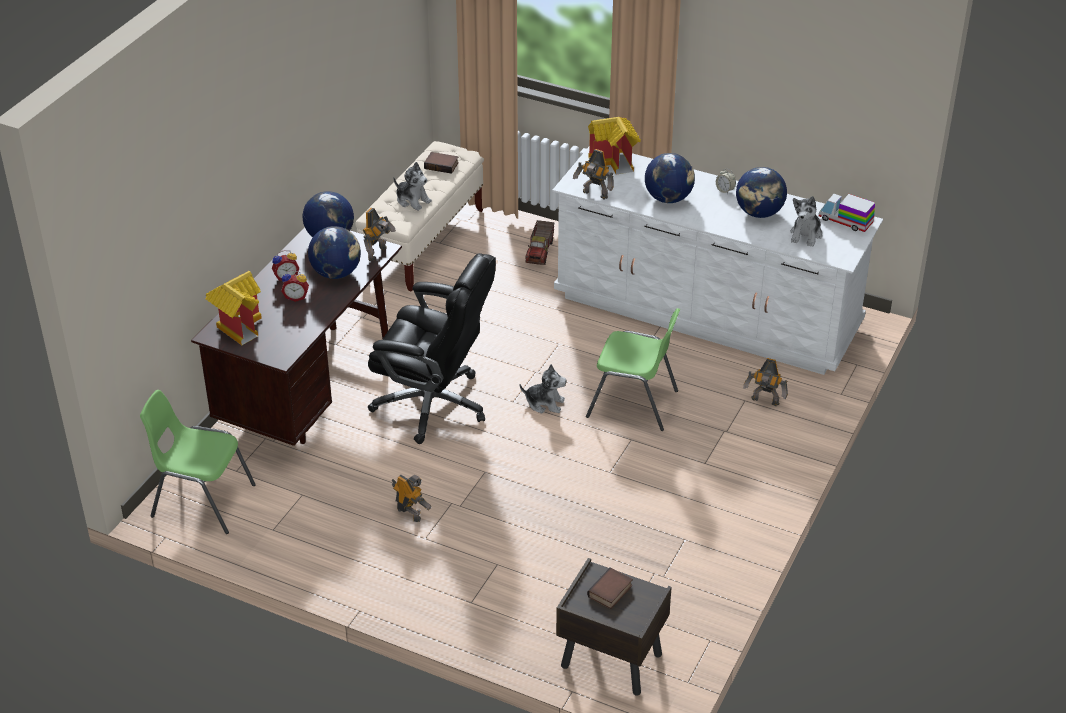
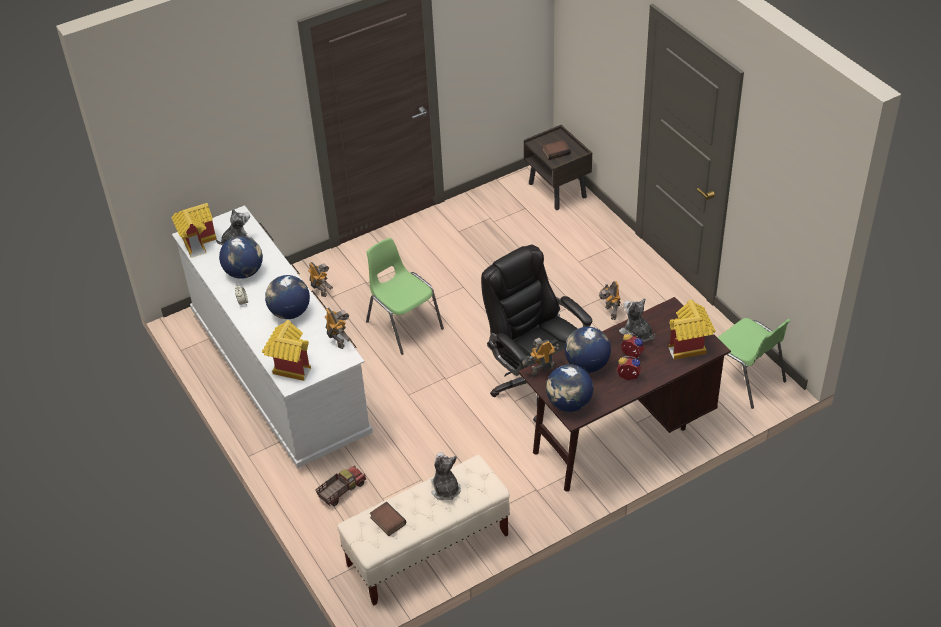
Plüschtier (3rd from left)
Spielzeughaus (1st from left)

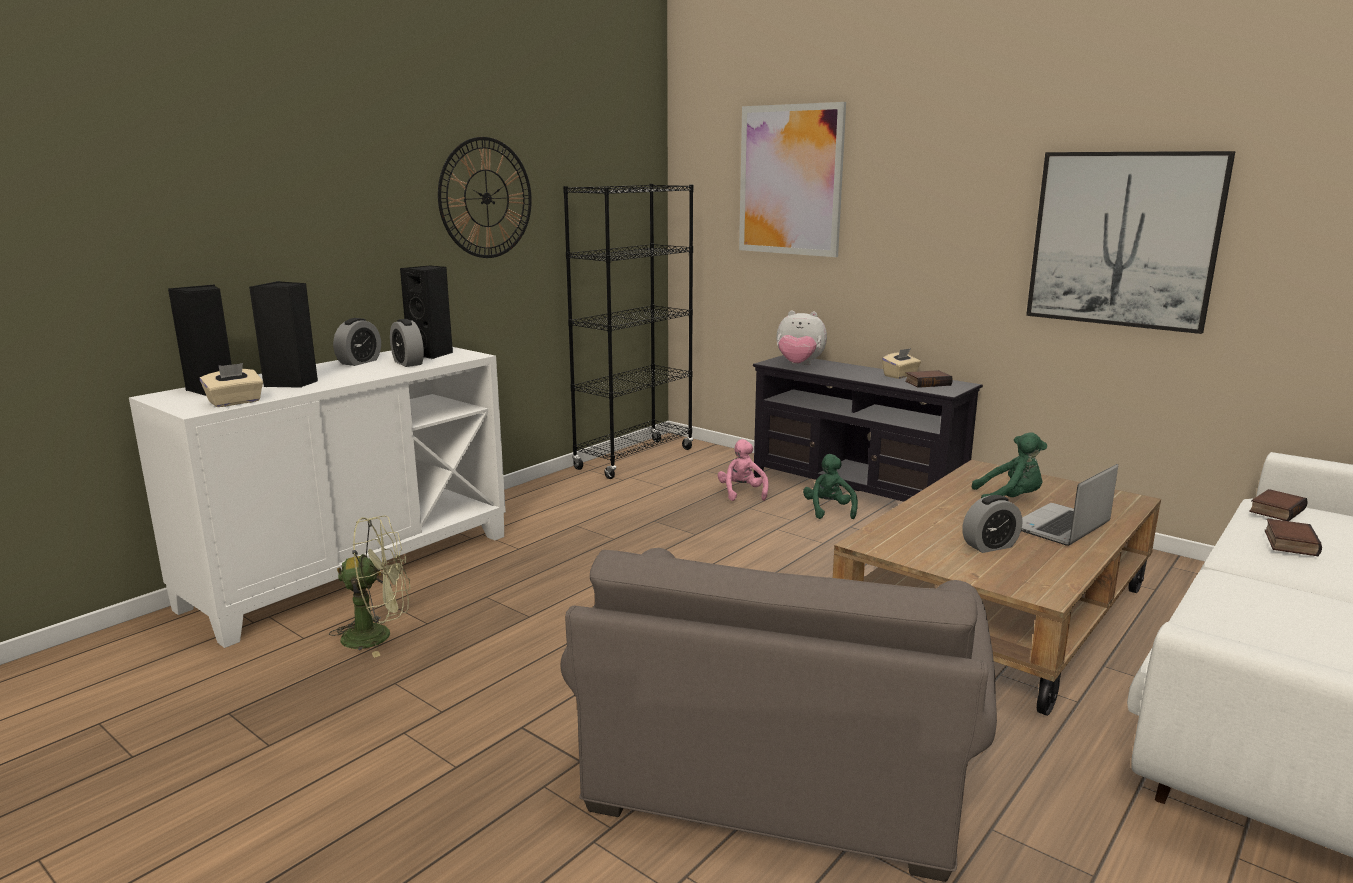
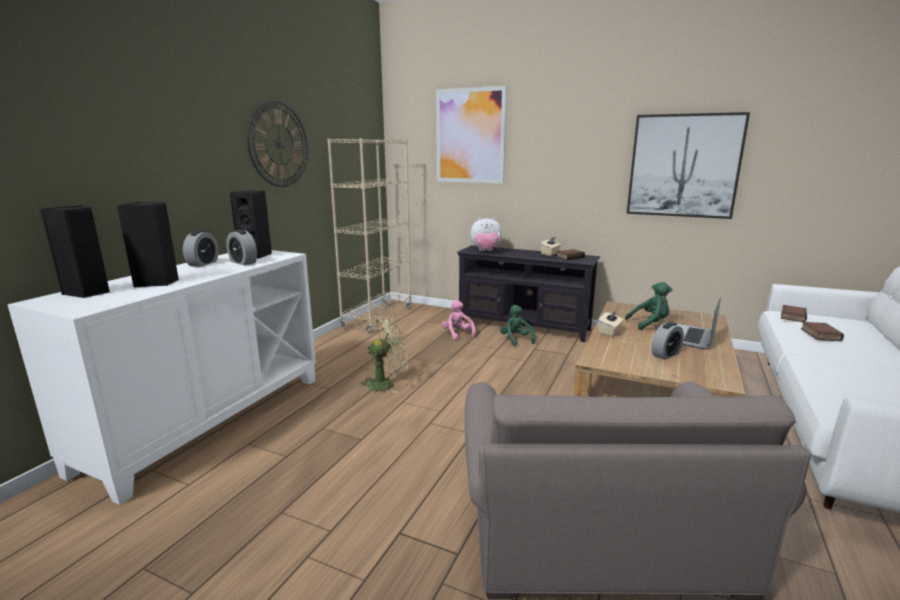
Taschentuchbox (beige) (2nd from left)
Ventilator (grün)
Bücherregal (beige)

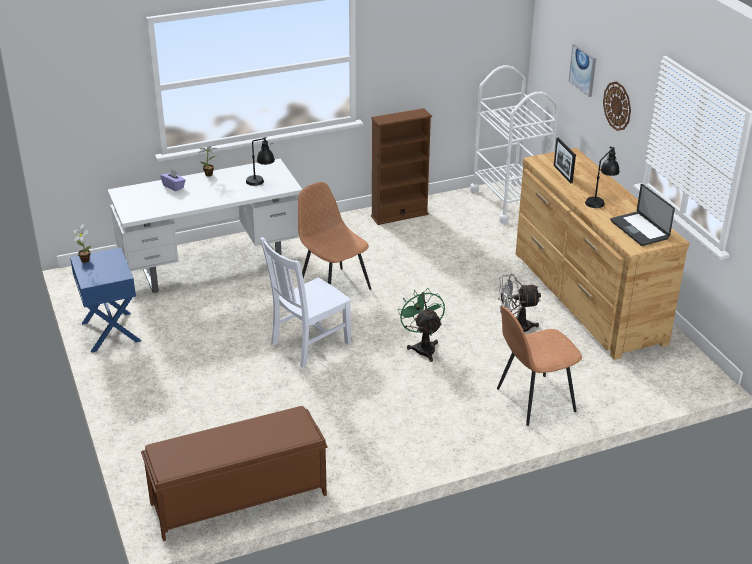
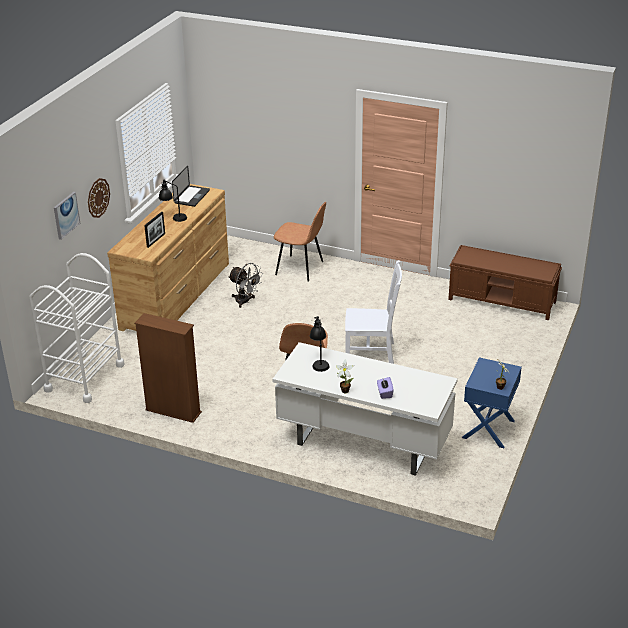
Ventilator (grün)

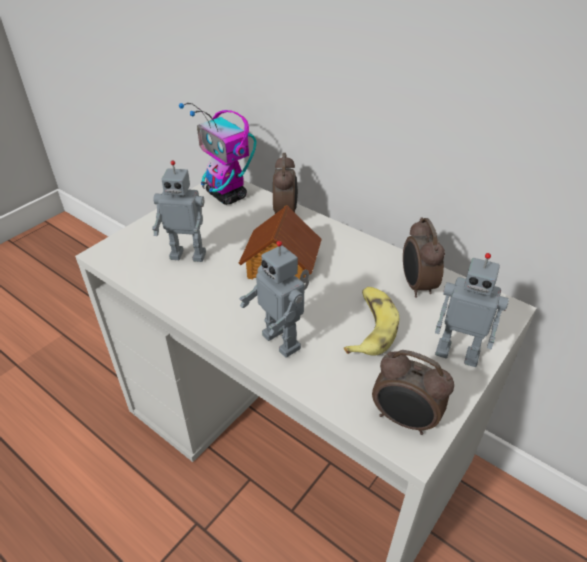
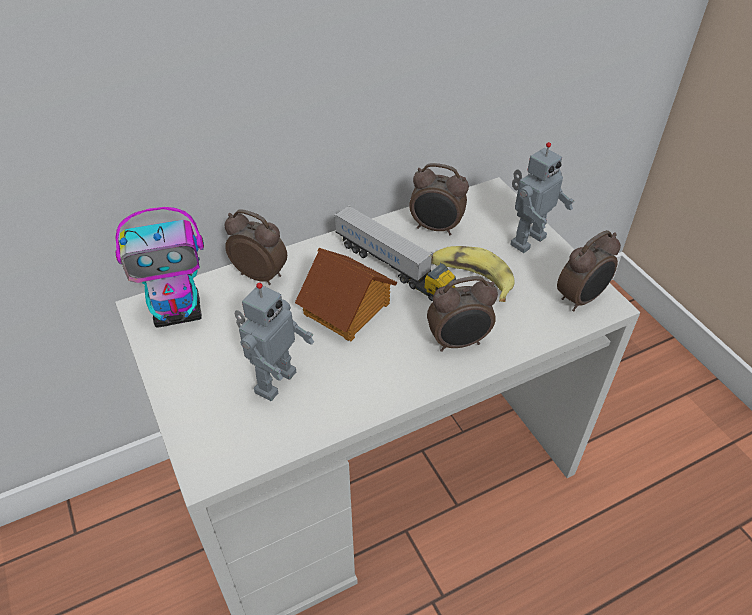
Spielzeuglaster
Wecker (3rd from left)

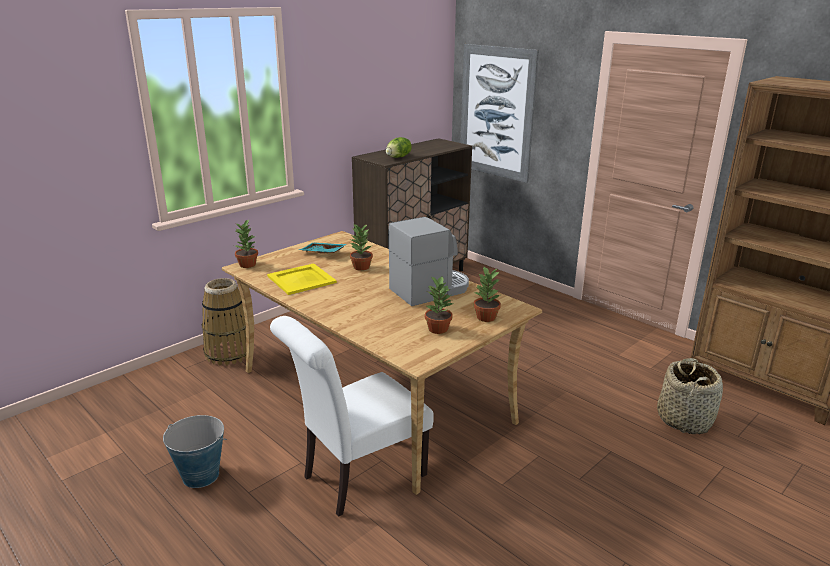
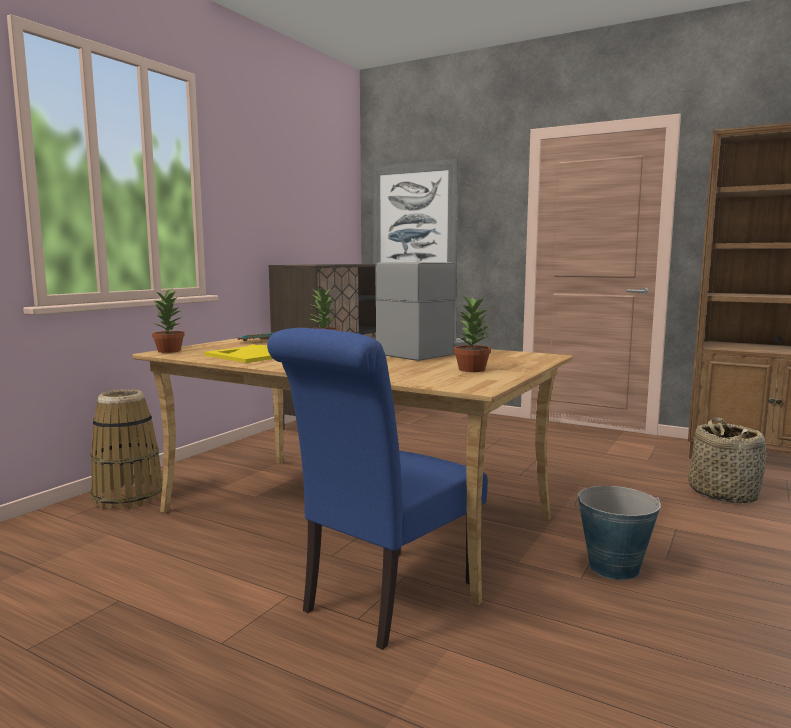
Salatkopf
Topfpflanze (4th from left in the first image)
Eimer
Stuhl (blau)

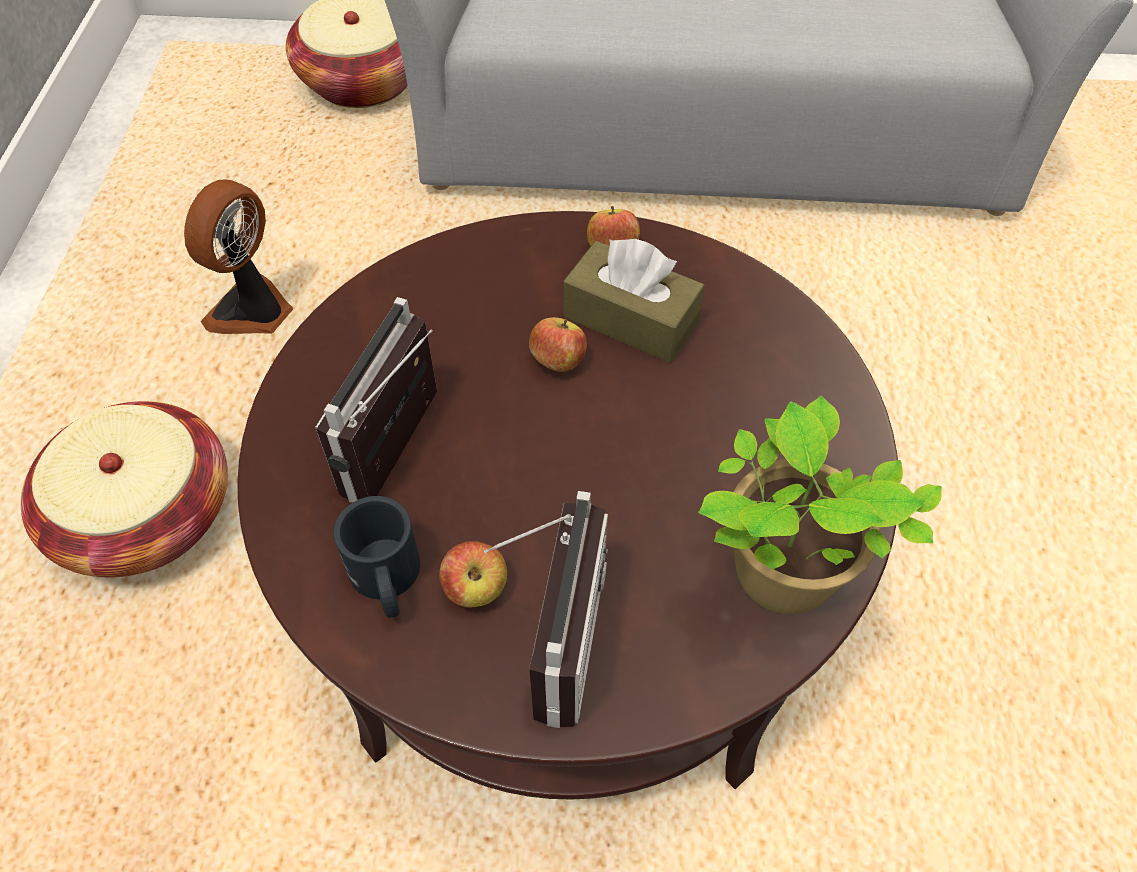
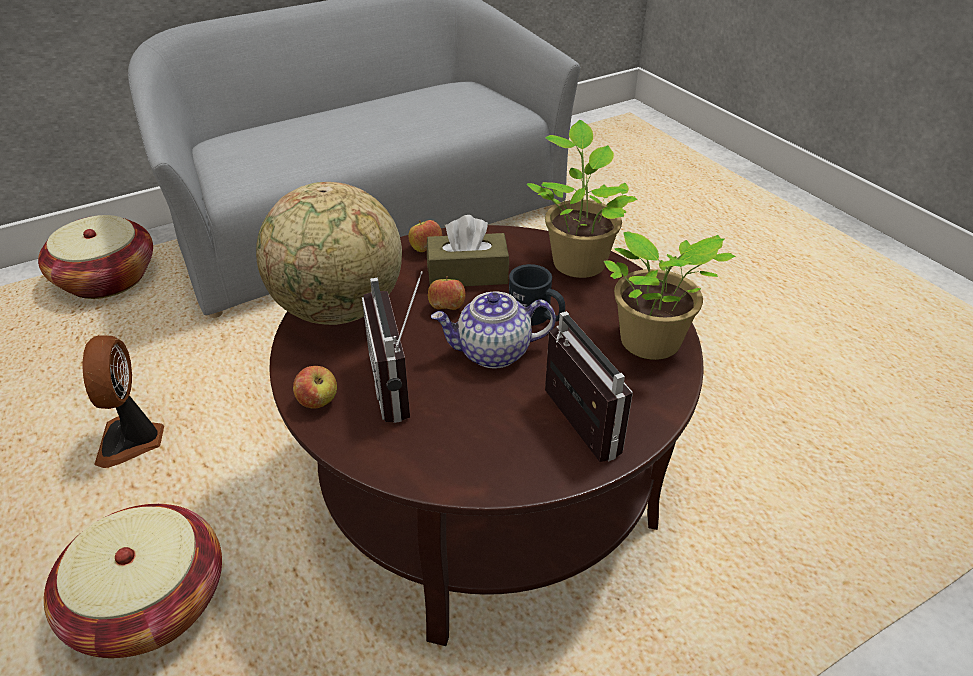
Globus
Teekanne
Topfpflanze (1st from left)
Henkelbecher (schwarz)
Apfel (1st from left)

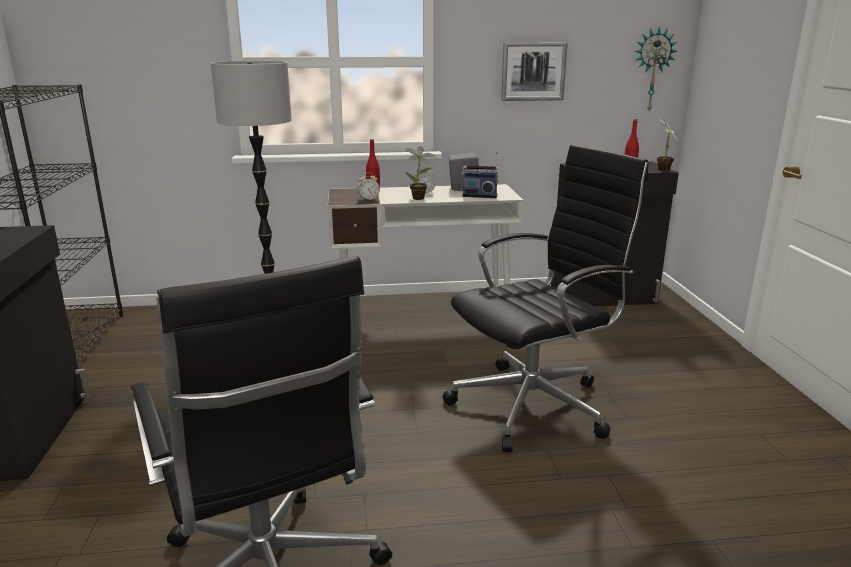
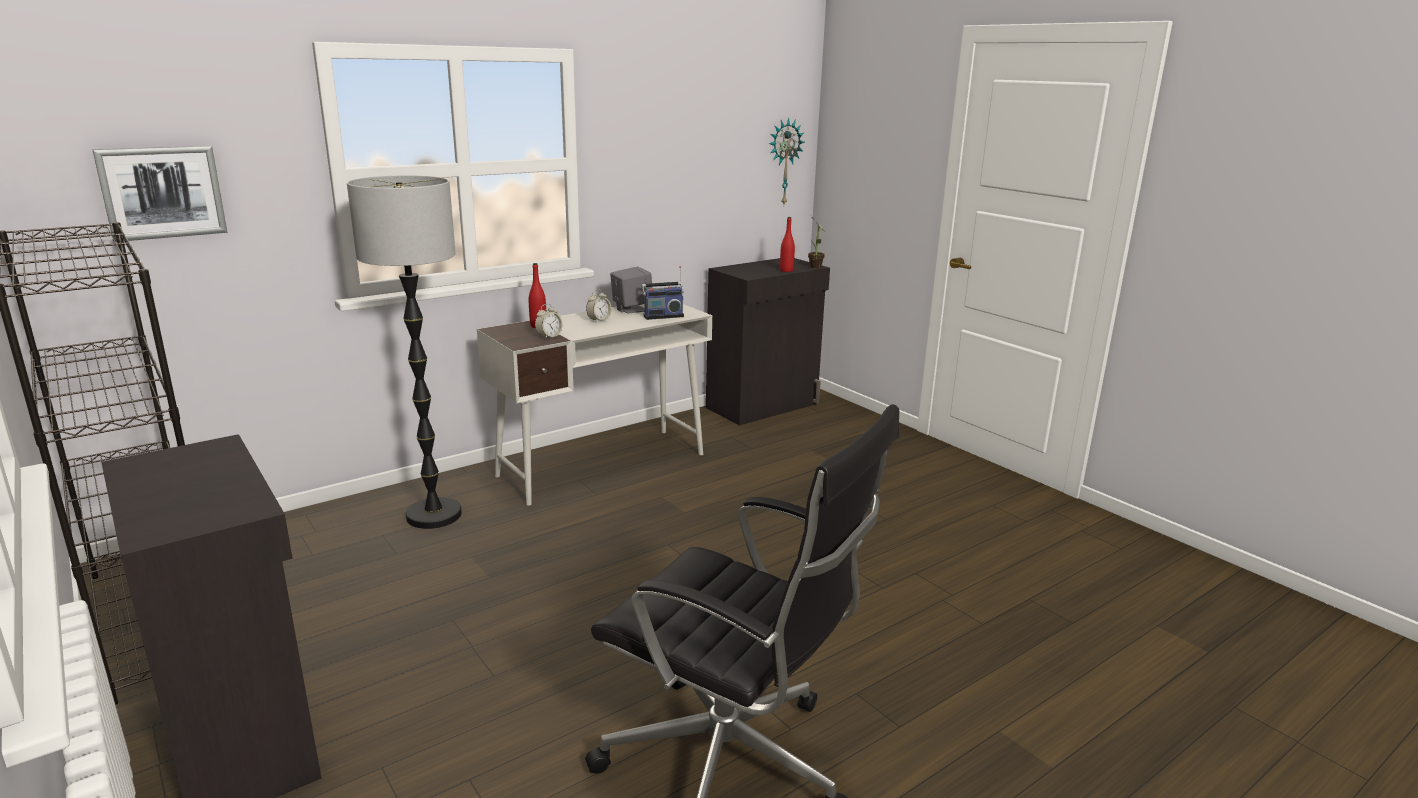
Topfpflanze (1st from left in the first image)
Bürostuhl (schwarz) (2nd from left in the first image)
Bild

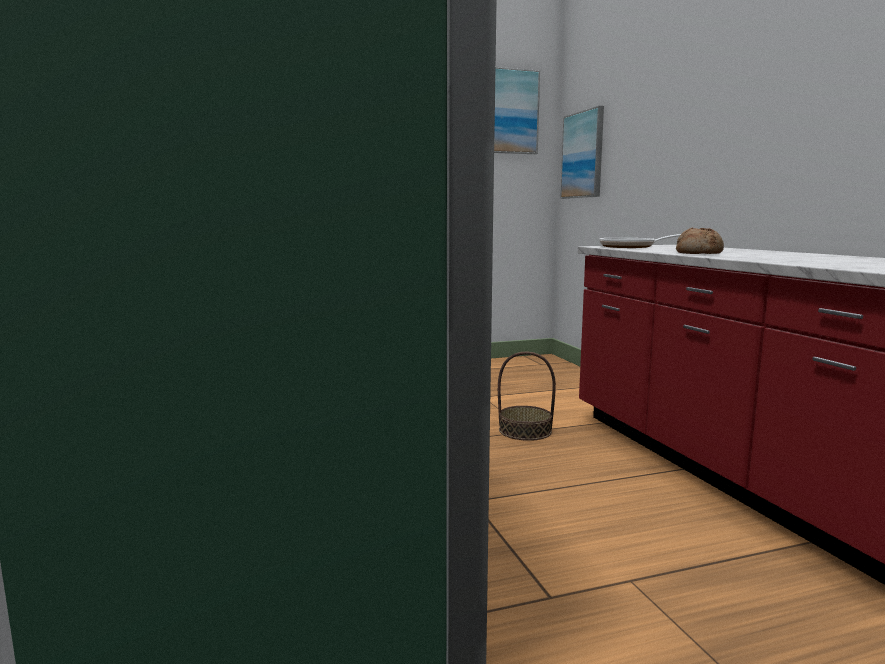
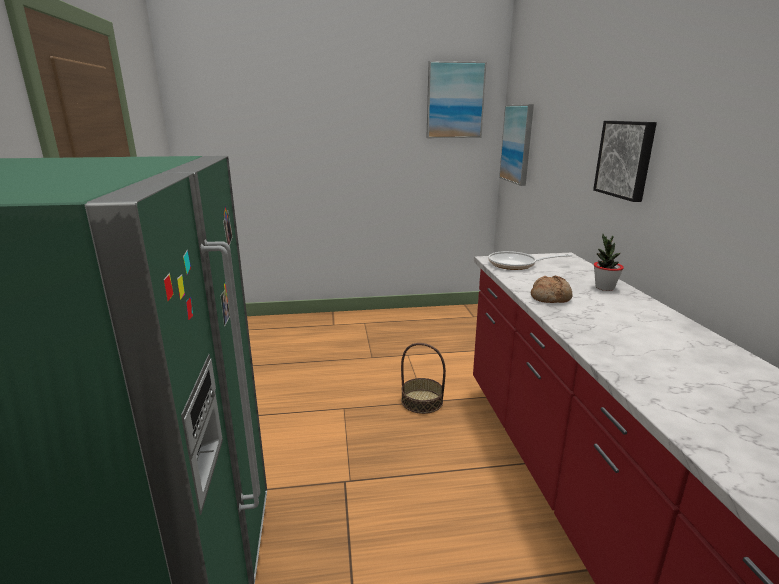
Bild (3rd from left)
Topfpflanze

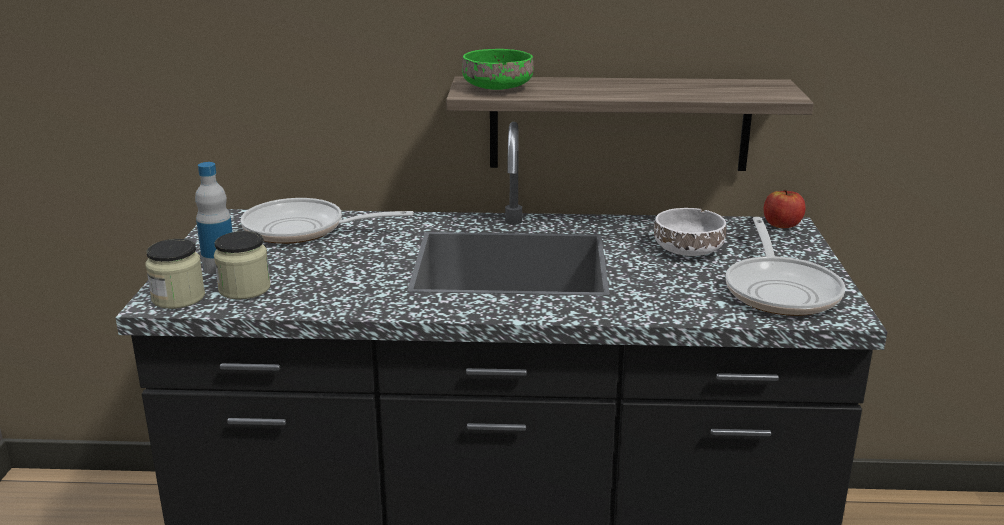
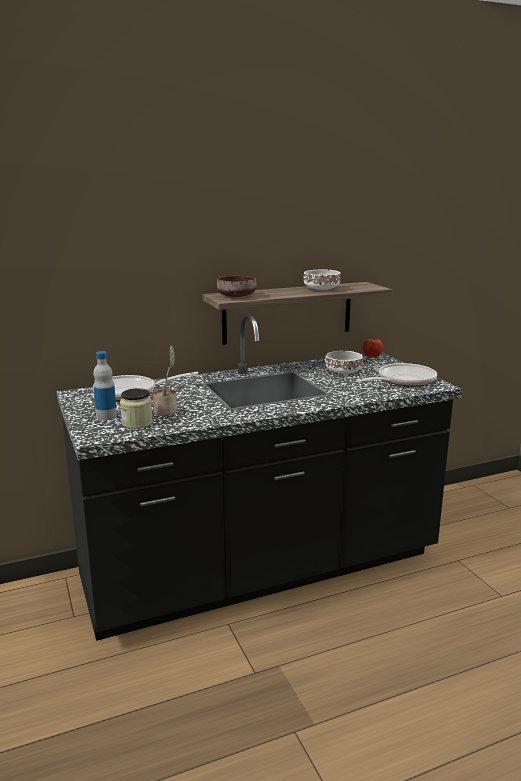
Vorratsglas (1st from left in the first image)
Topfpflanze
Schüssel (weiß) (1st from left)
Schüssel (braun)
Pfanne (2nd from left)

